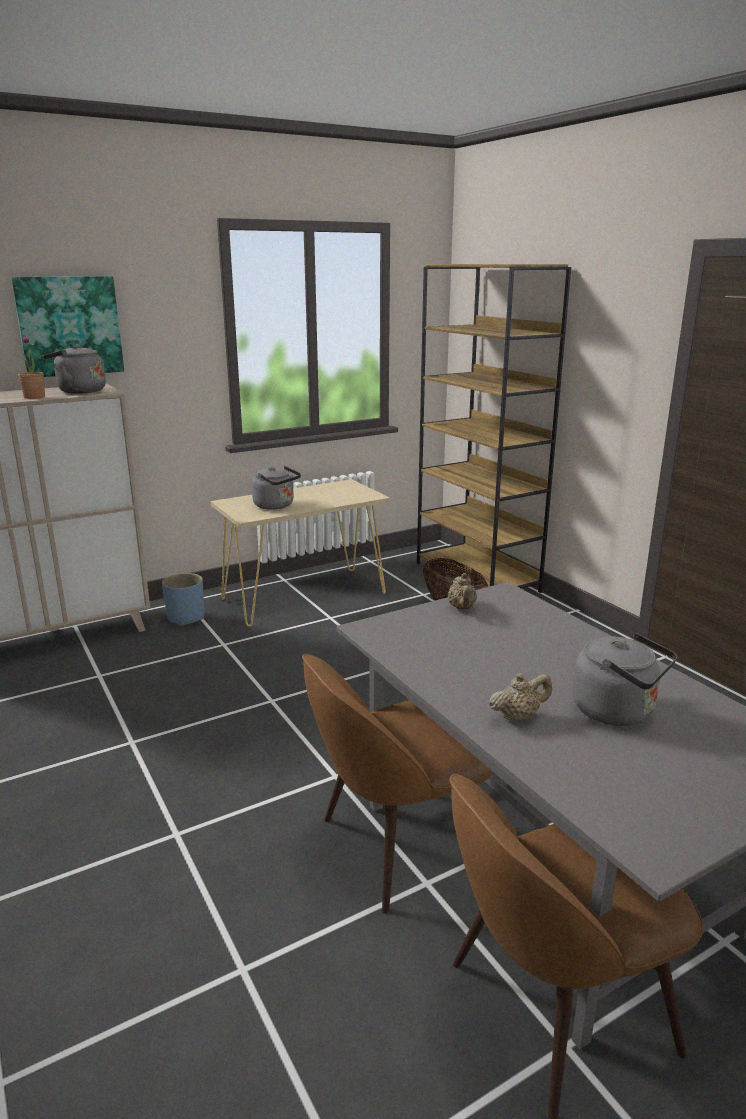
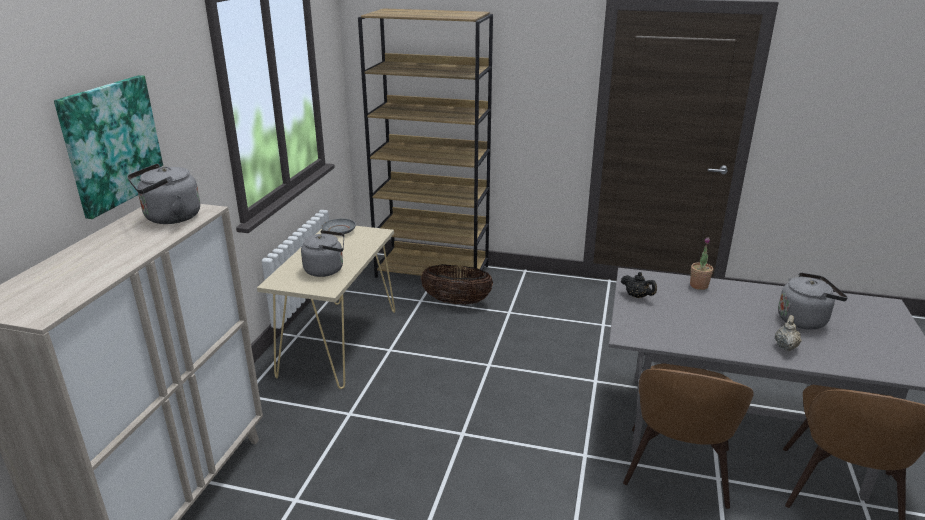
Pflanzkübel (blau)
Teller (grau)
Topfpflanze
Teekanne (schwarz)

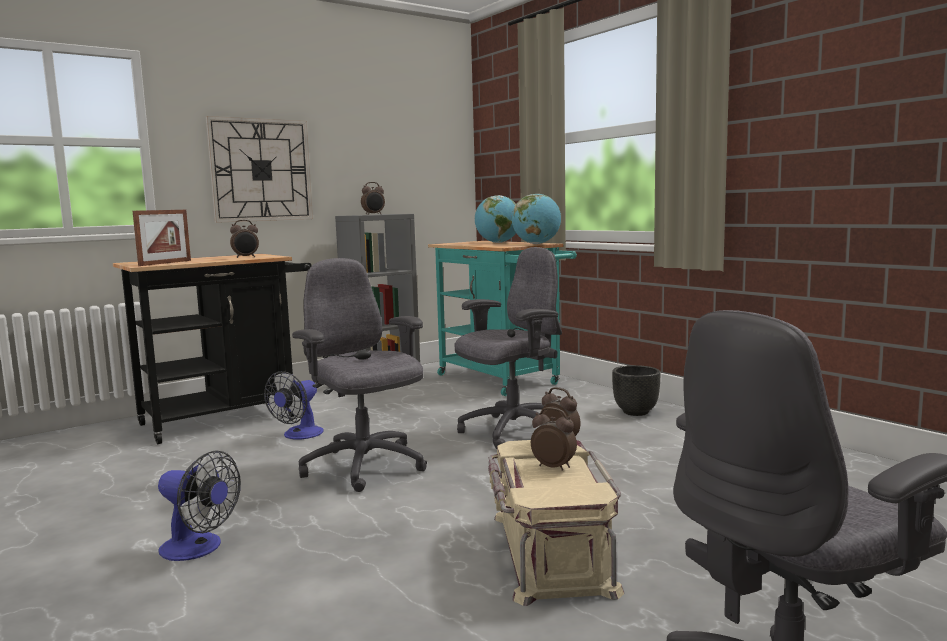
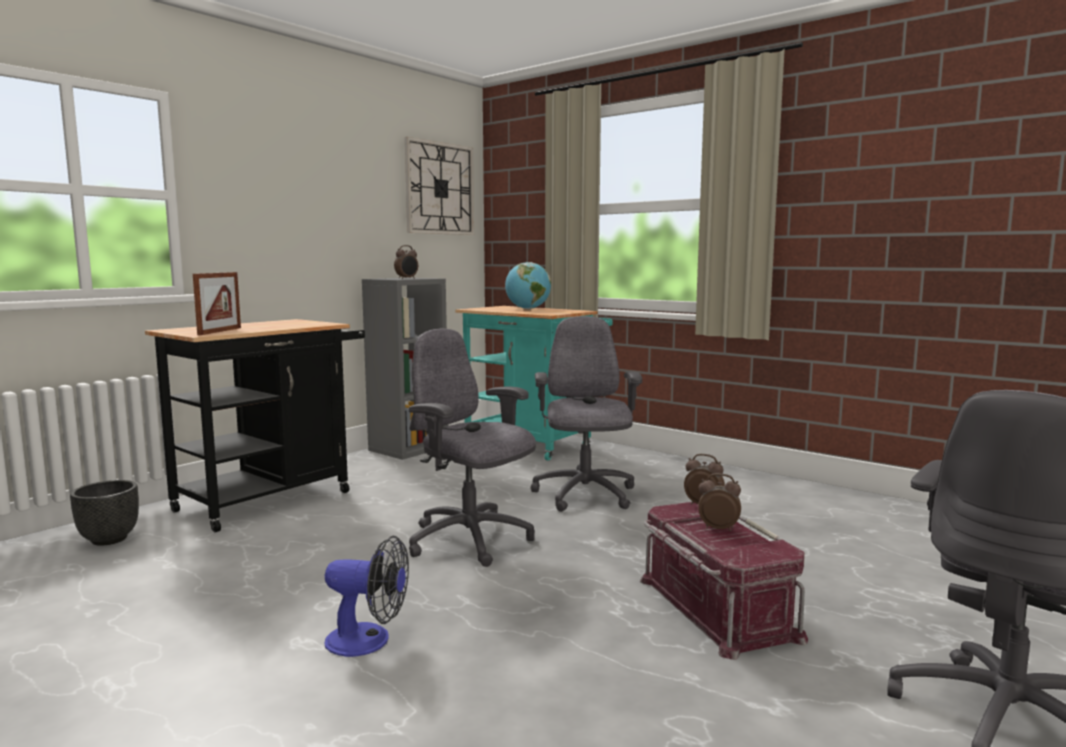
Wecker (1st from left in the first image)
Ventilator (2nd from left in the first image)
Globus (2nd from left in the first image)
Wanduhr
Pflanzkübel (schwarz)
Aufbewahrungsbox (rot)
Bürostuhl (grau) (2nd from left)

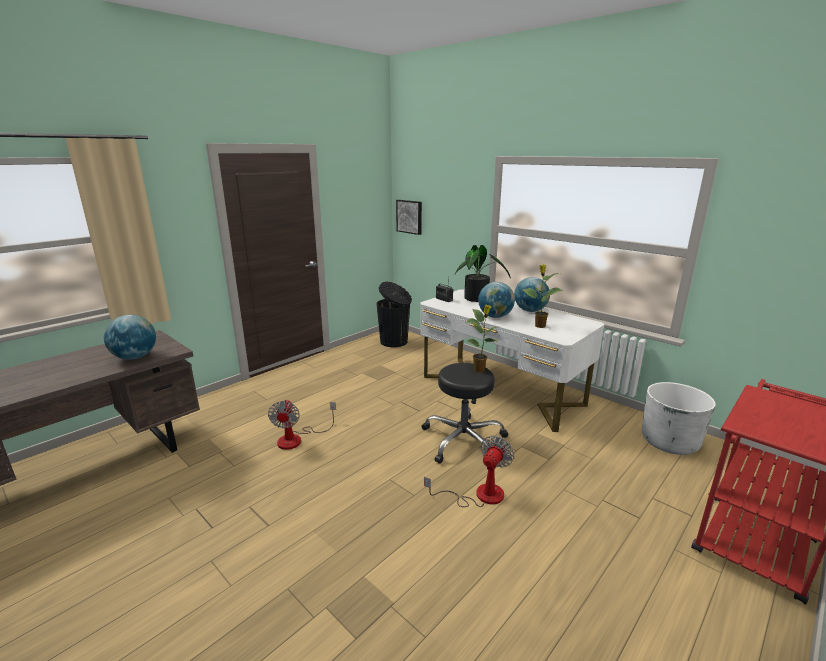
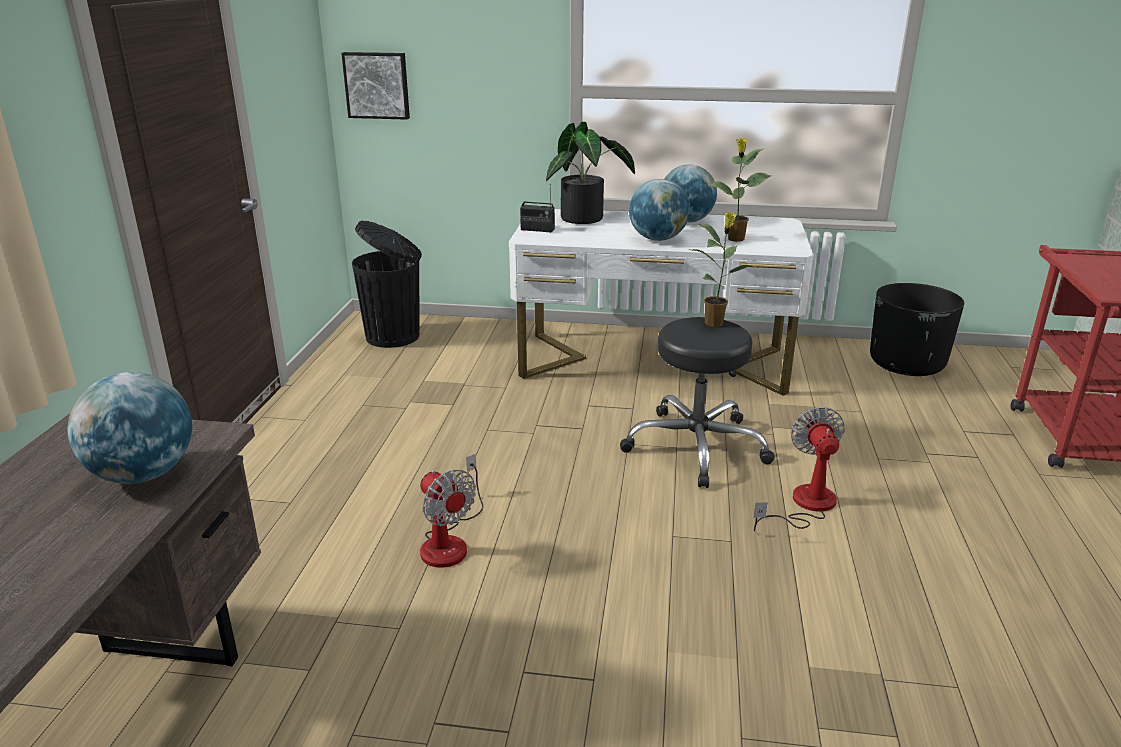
Pflanzkübel (schwarz)

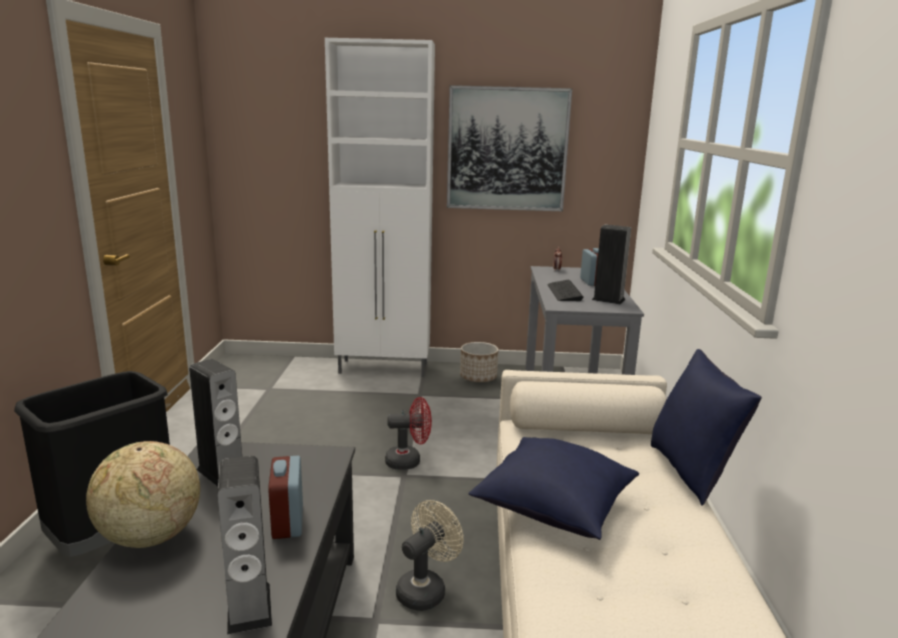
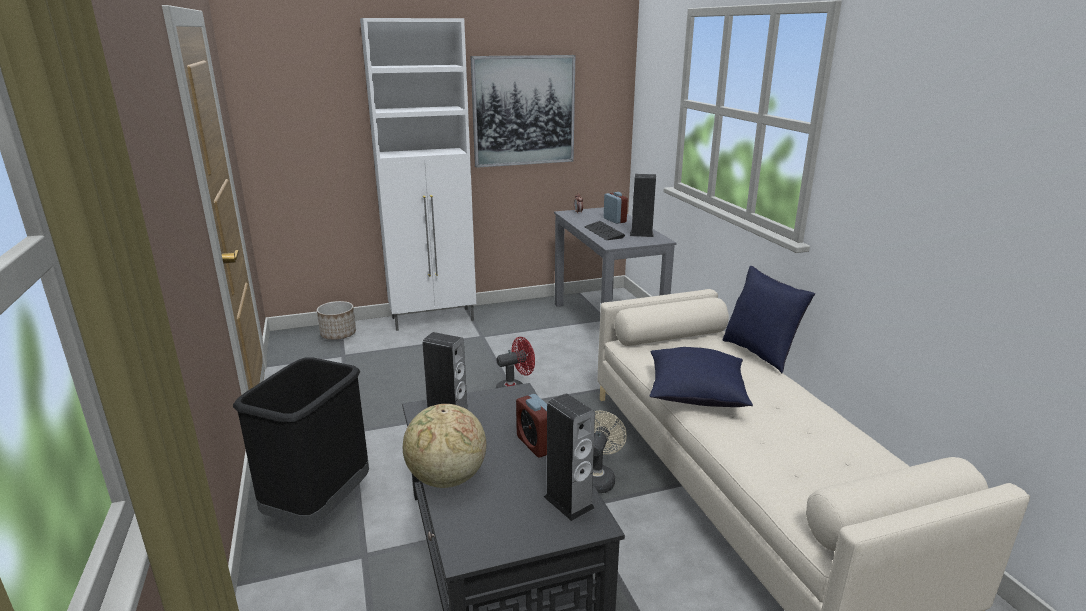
Pflanzkübel

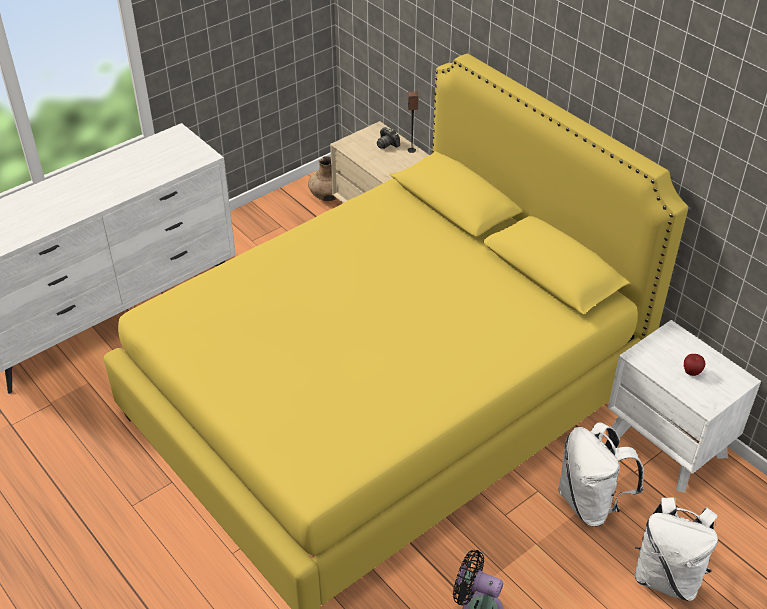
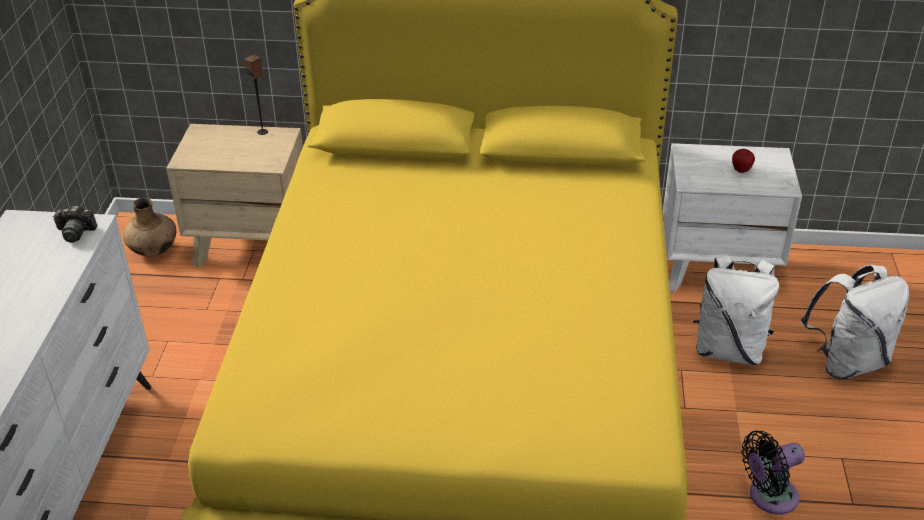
Kamera

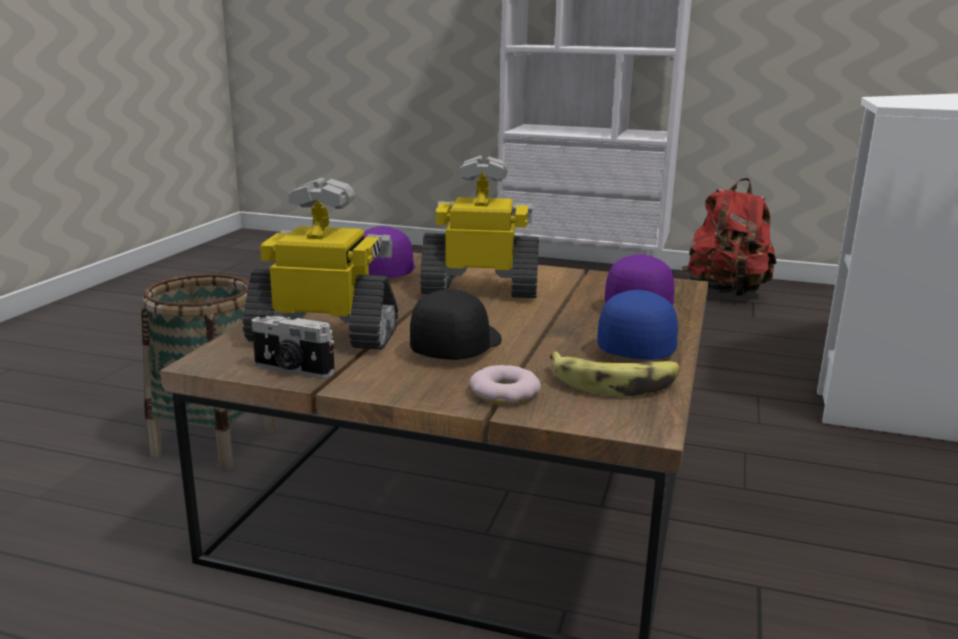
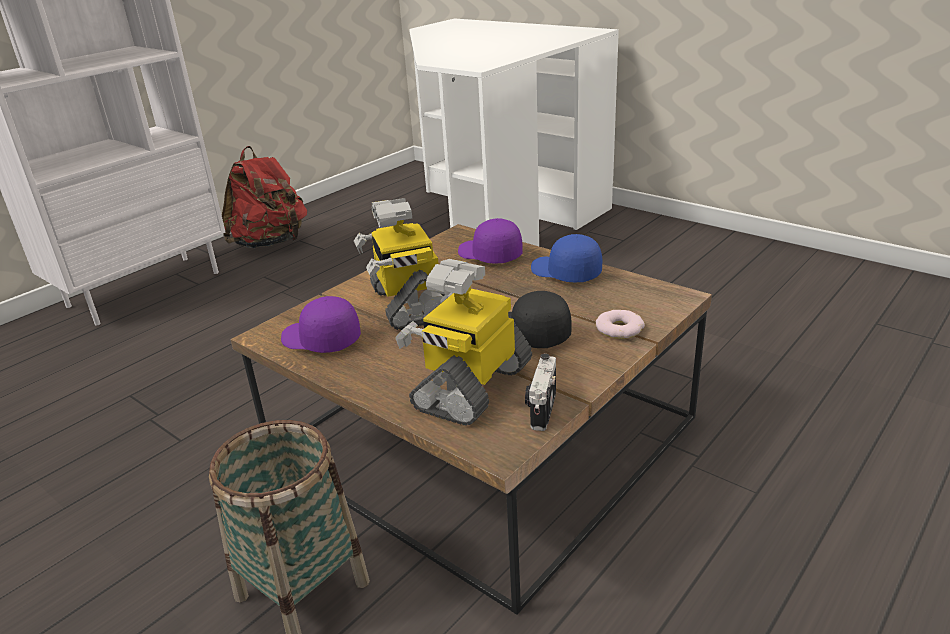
Banane
Kamera
Spielzeugroboter (1st from left)

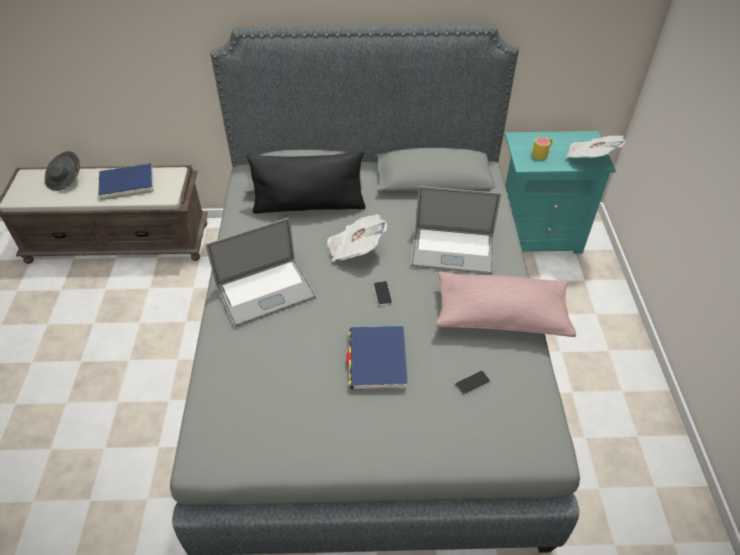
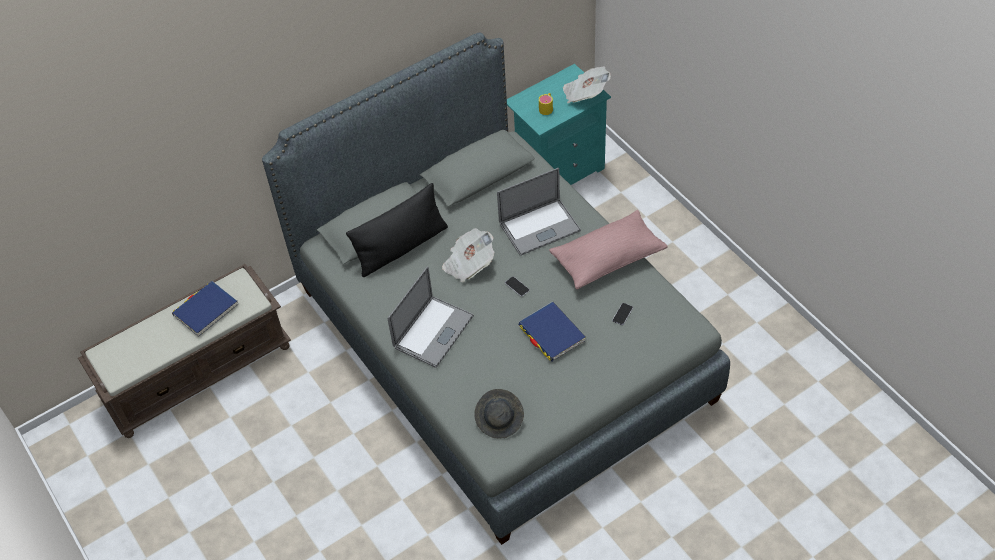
Hut (grau)

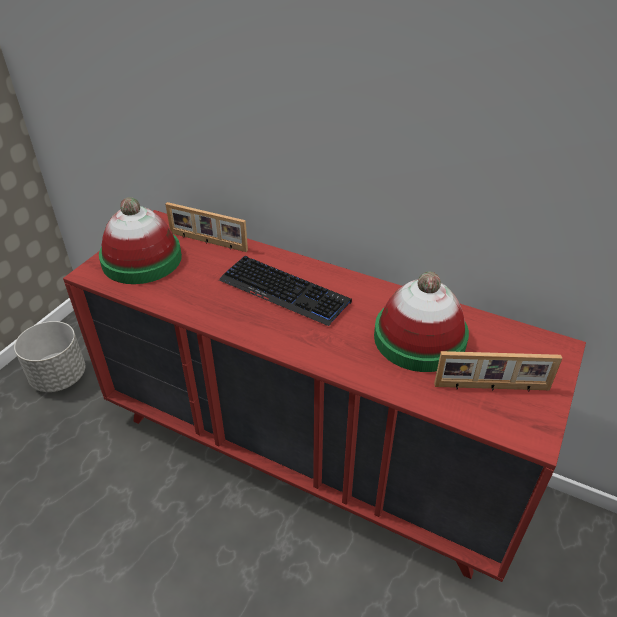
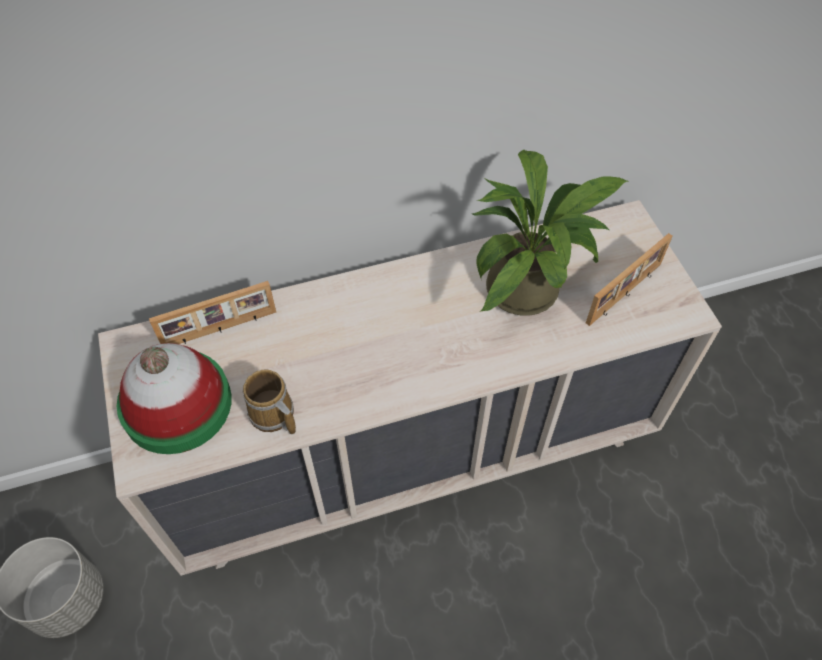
Tastatur
Henkelbecher
Topfpflanze
Kommode (beige)

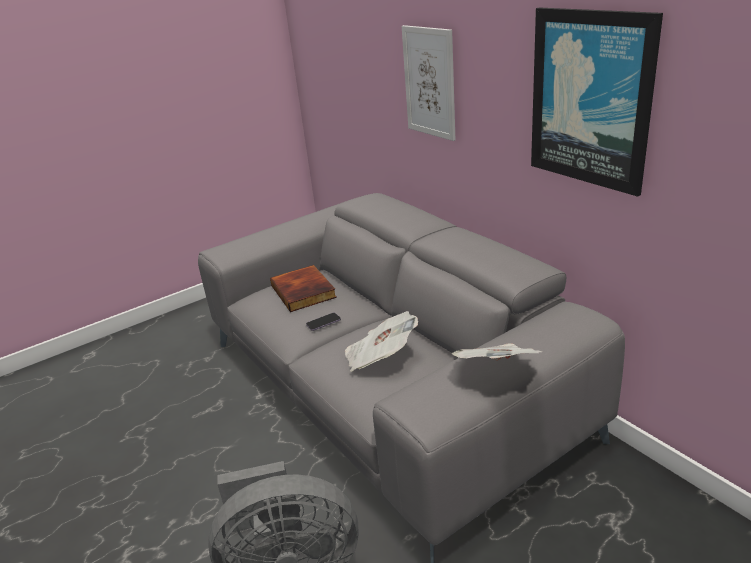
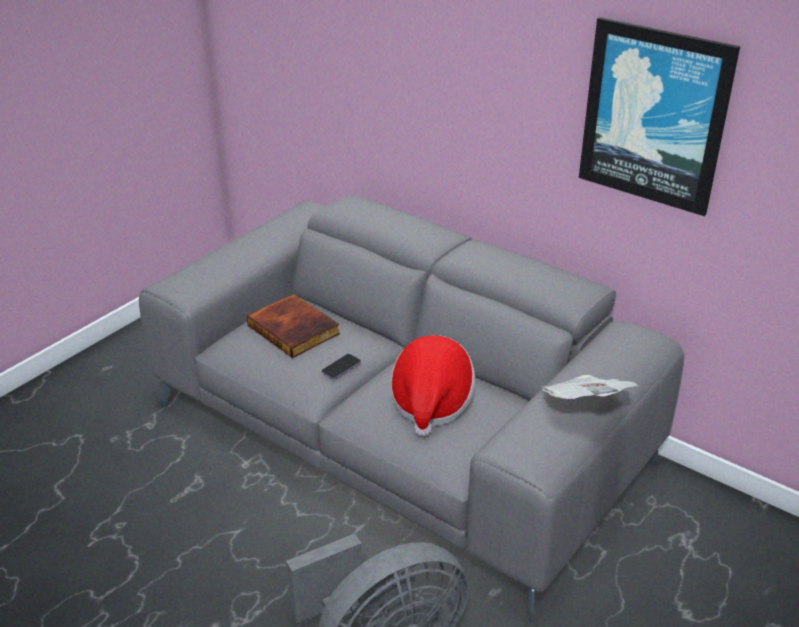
Bild (1st from left in the first image)
Hut

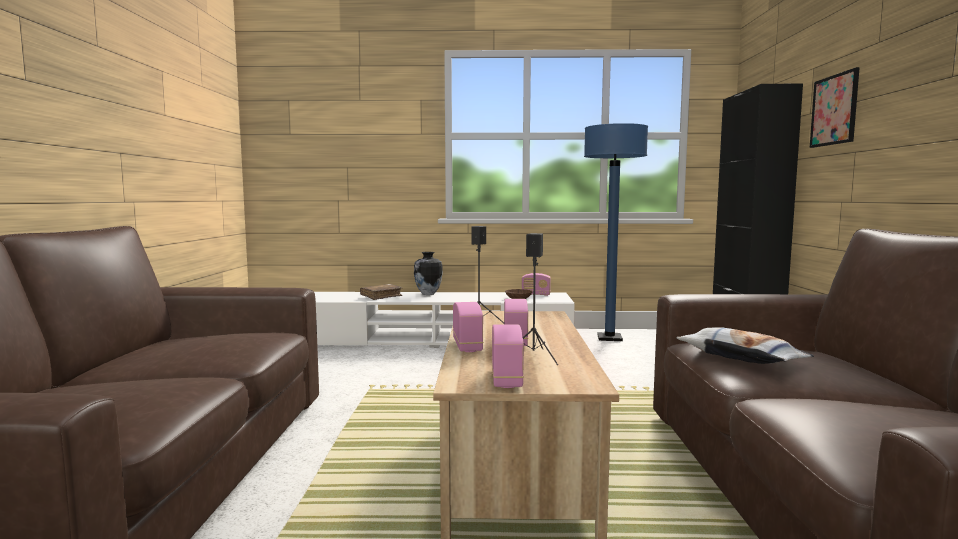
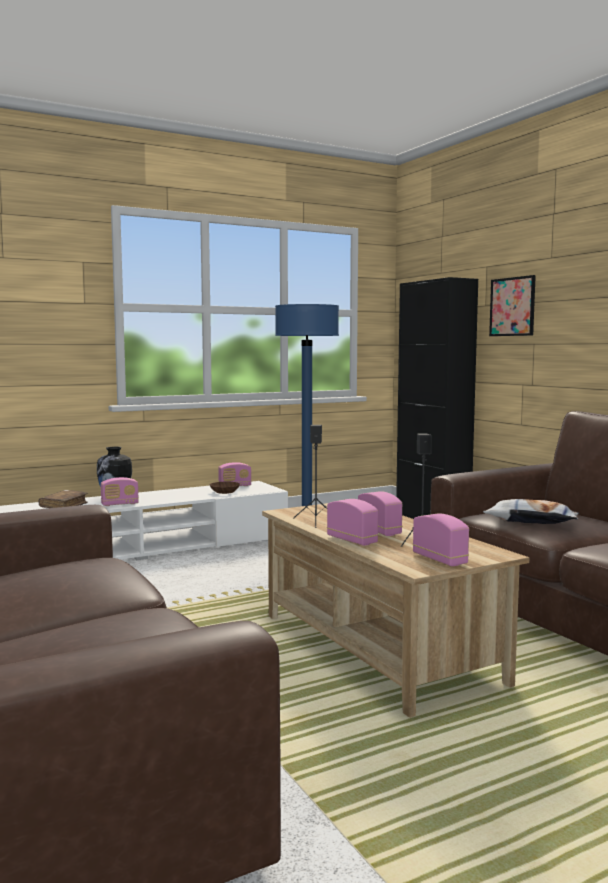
Radio (1st from left)

